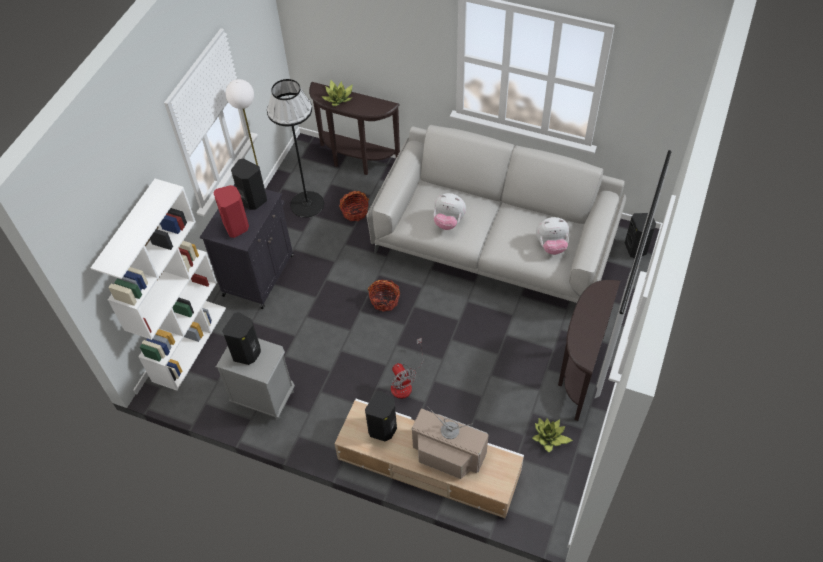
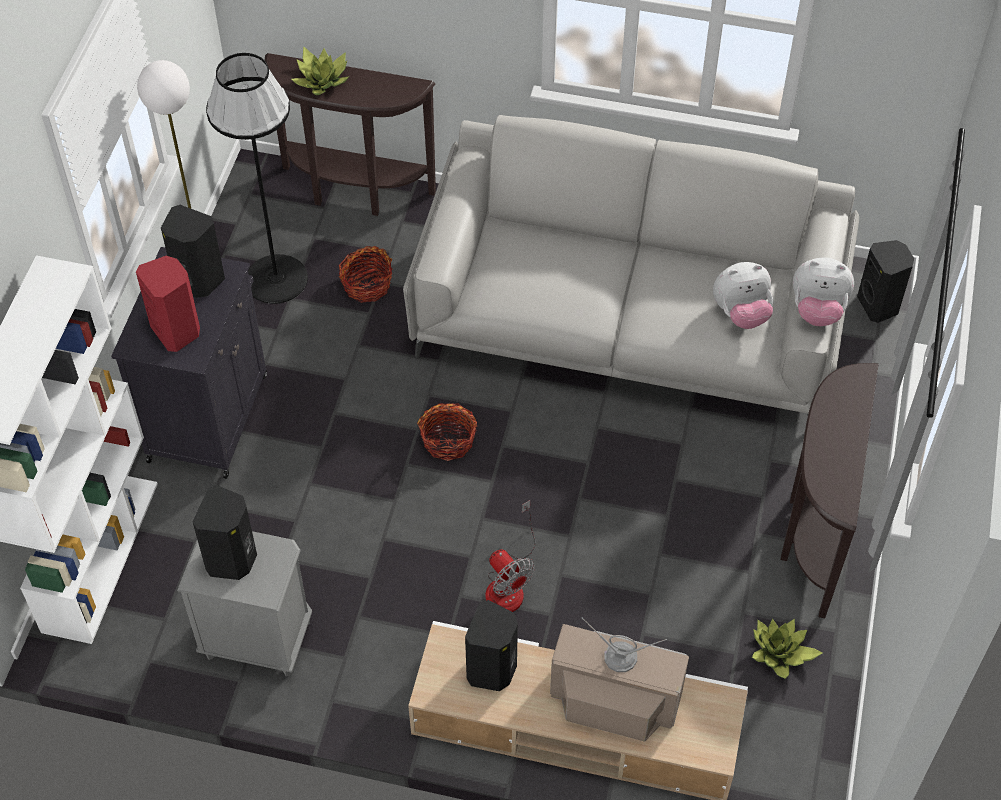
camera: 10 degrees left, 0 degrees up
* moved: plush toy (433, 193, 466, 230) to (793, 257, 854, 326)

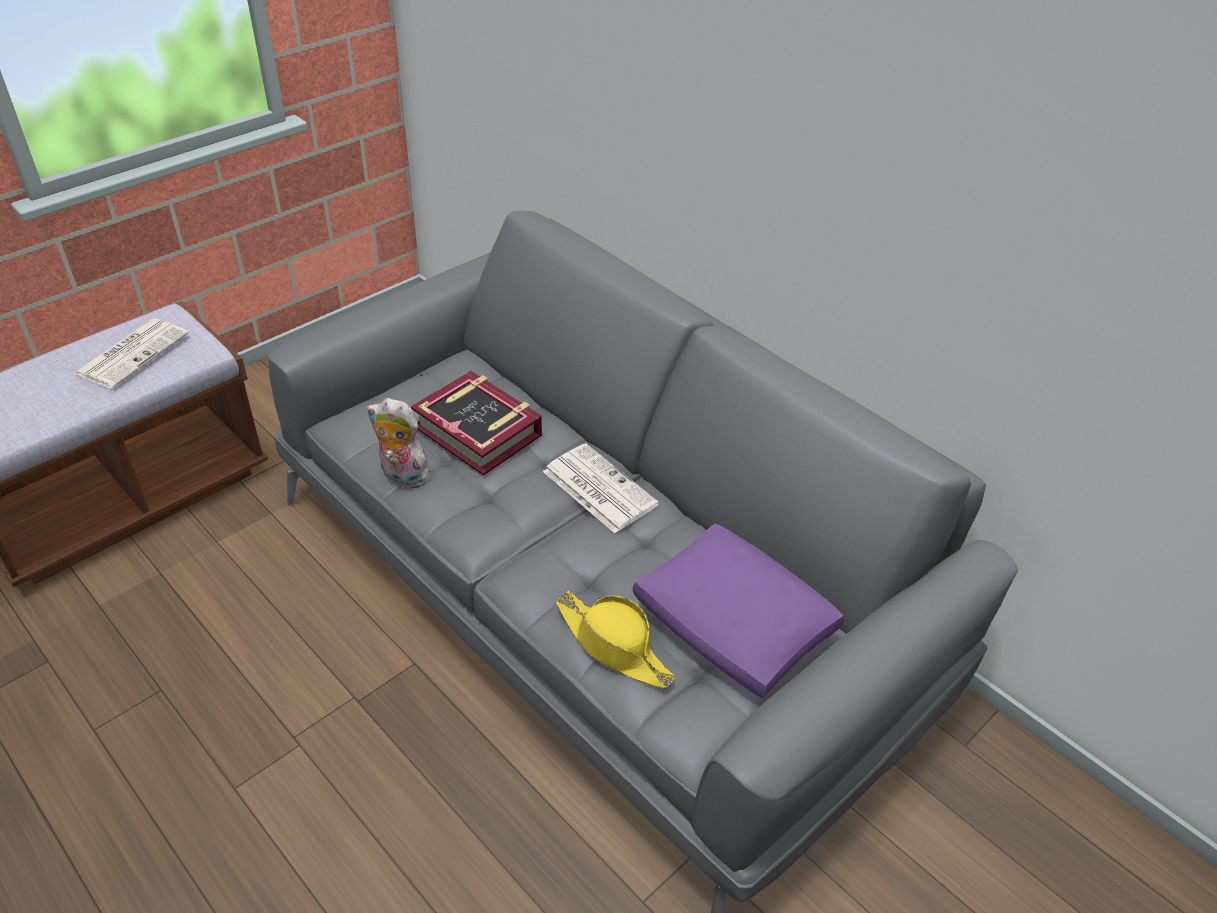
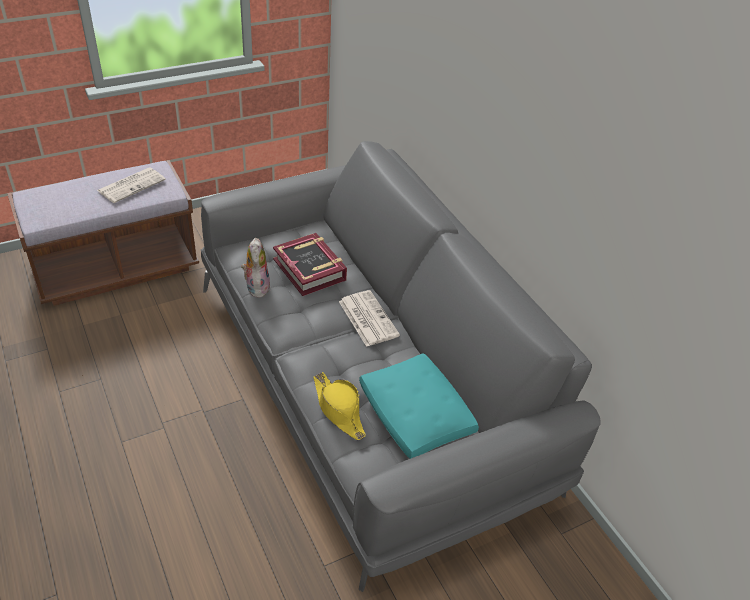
camera: 15 degrees right, 0 degrees up
* turned: plush toy (367, 398, 432, 488) = (241, 238, 270, 298) 45 degrees clockwise
* recoloured: pillow (purple) (633, 523, 845, 698) to pillow (turquoise) (359, 353, 479, 459)

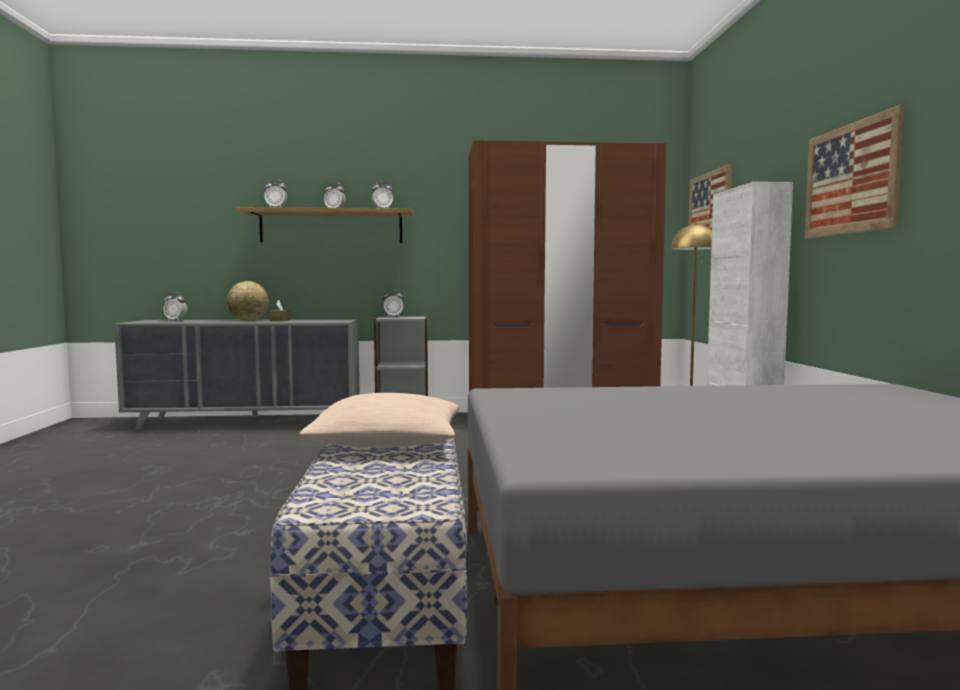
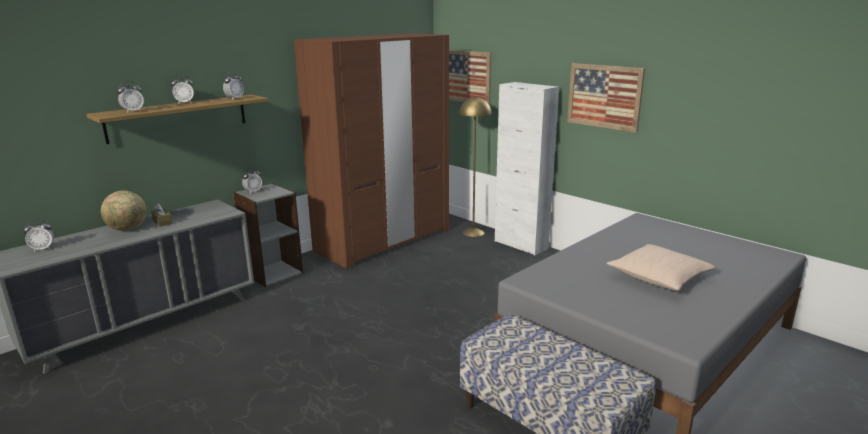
camera: 40 degrees left, 15 degrees up
* moved: pillow (beige) (300, 393, 459, 448) to (606, 244, 716, 291)

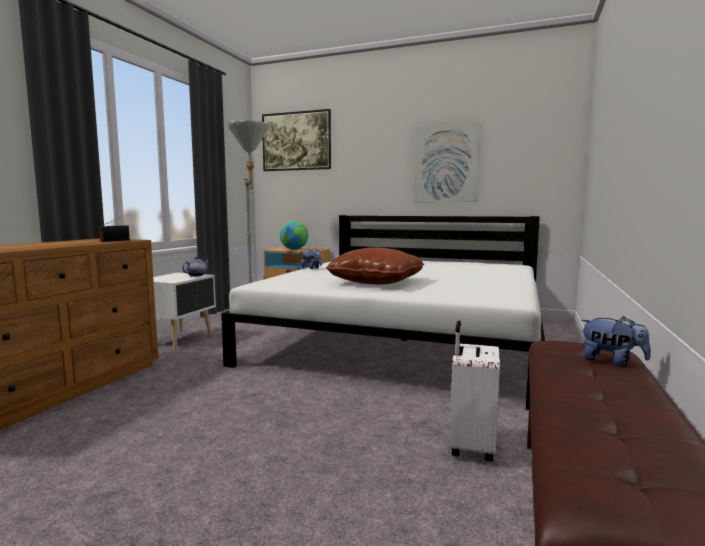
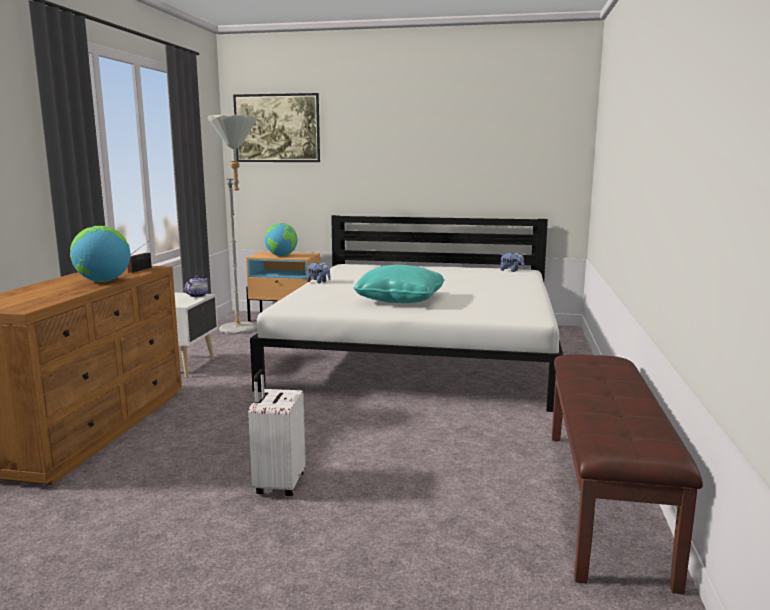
camera: 10 degrees left, 5 degrees up
* recoloured: pillow (brown) (326, 247, 424, 284) to pillow (turquoise) (353, 265, 445, 303)
* removed: picture (413, 123, 481, 202)
* moved: suitcase (white) (450, 321, 500, 461) to (248, 369, 306, 496)
* moved: plush toy (581, 316, 651, 366) to (500, 252, 524, 272)
* added: globe (70, 226, 130, 282)

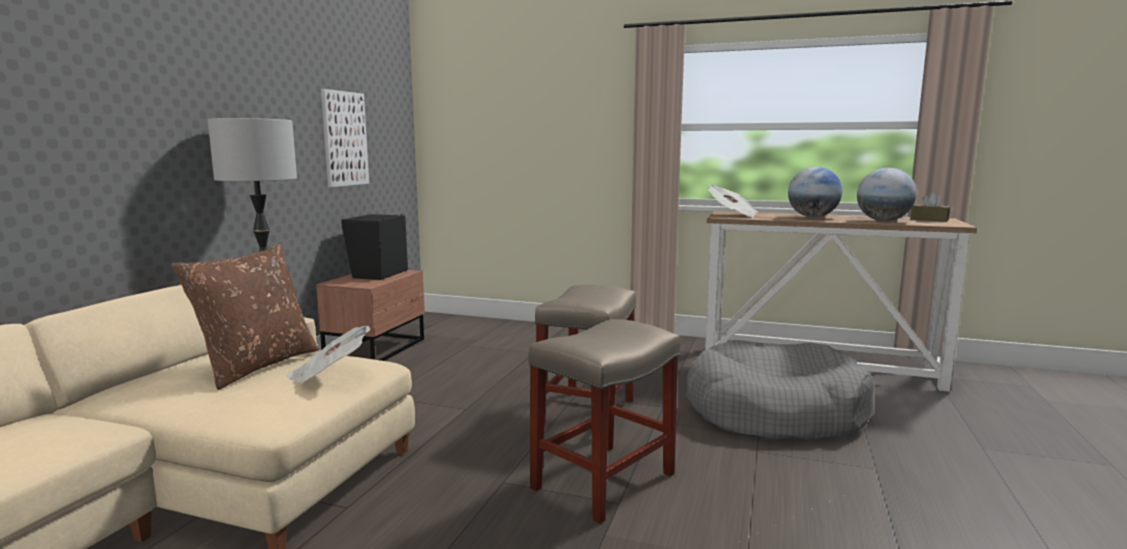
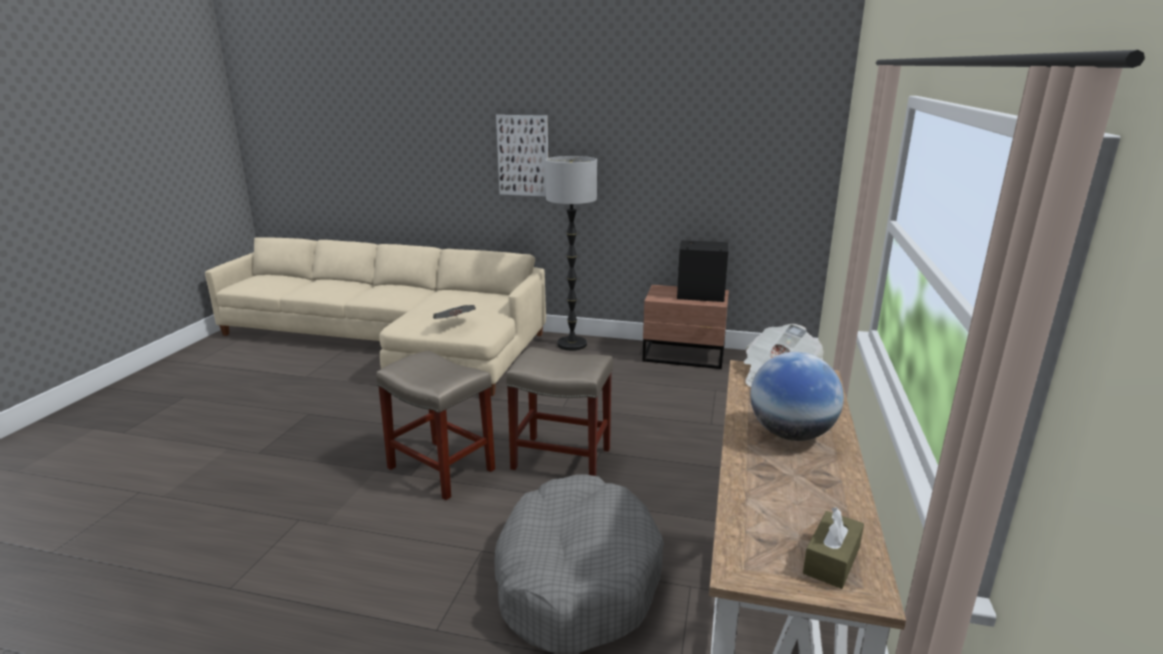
camera: 85 degrees right, 10 degrees up
* removed: pillow (brown) (172, 244, 319, 390)
* moved: picture (321, 89, 369, 187) to (496, 115, 548, 197)
* removed: globe (857, 168, 917, 221)

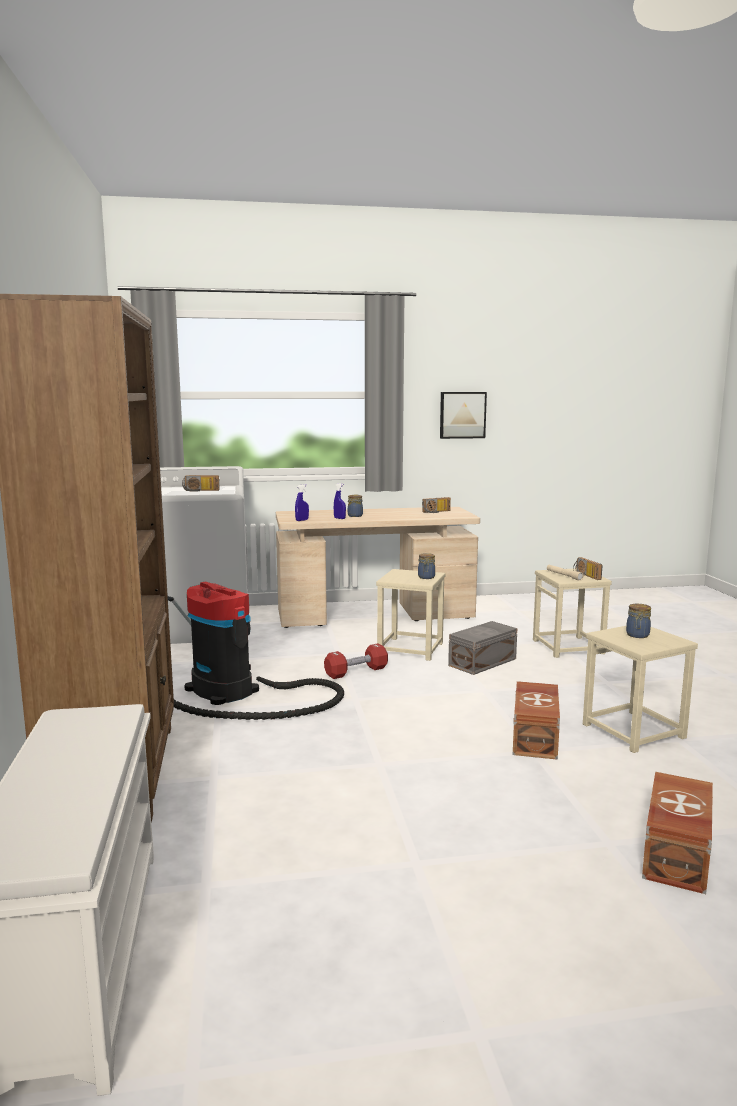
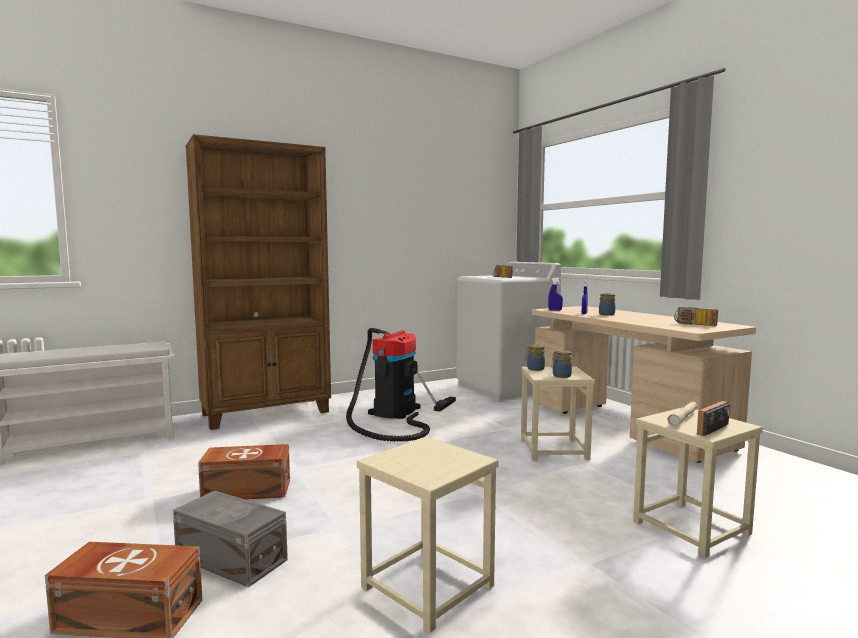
camera: 70 degrees right, 5 degrees down
* removed: dumbbell (red) (324, 643, 388, 679)
* removed: picture (440, 392, 487, 439)
* moved: storage box (grey) (448, 621, 517, 675) to (173, 491, 288, 587)
* moved: storage box (brown) (513, 681, 560, 760) to (198, 444, 290, 500)
* moved: jar (626, 604, 651, 638) to (525, 345, 545, 371)

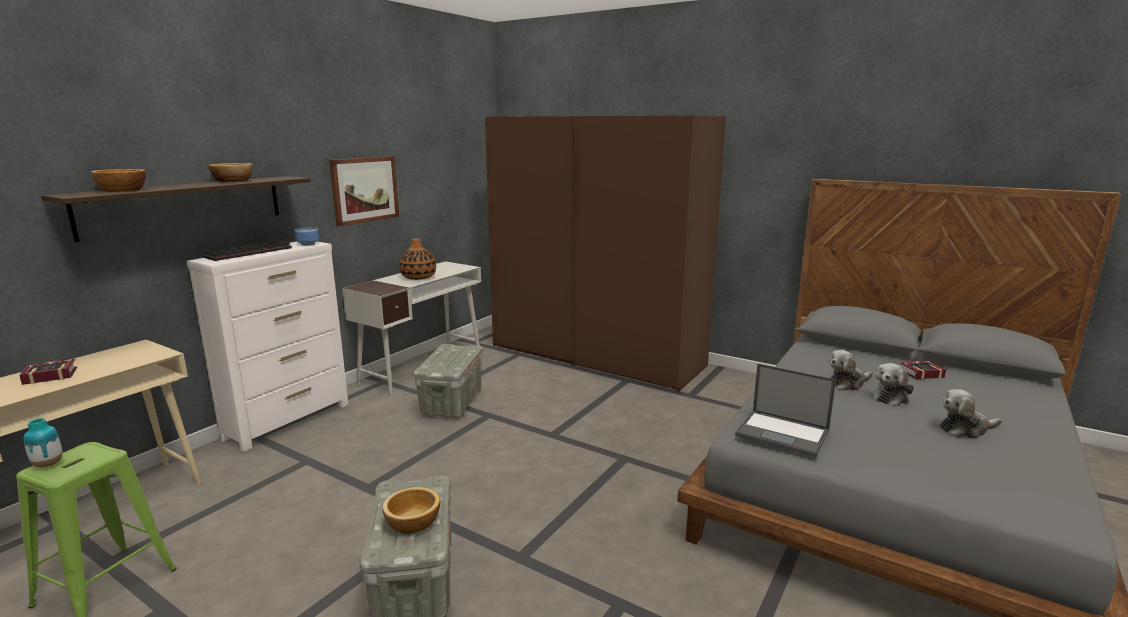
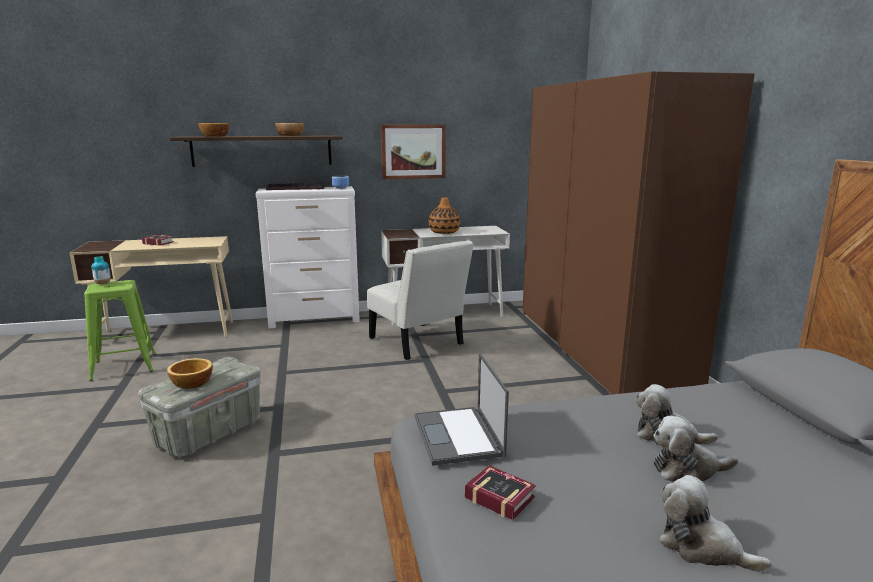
camera: 45 degrees right, 0 degrees up
* replaced: storage box (grey) (414, 344, 483, 419) to chair (white) (367, 240, 474, 360)
* moved: book (900, 361, 946, 380) to (465, 465, 536, 520)

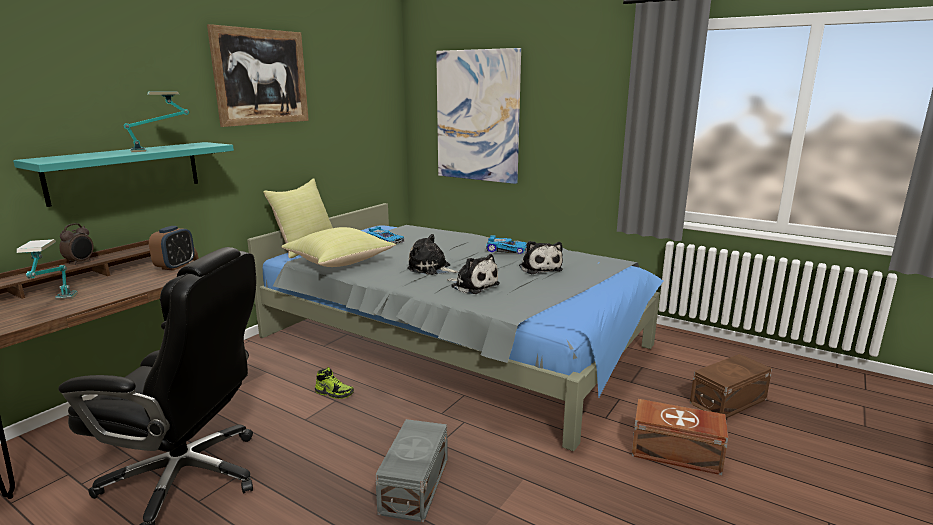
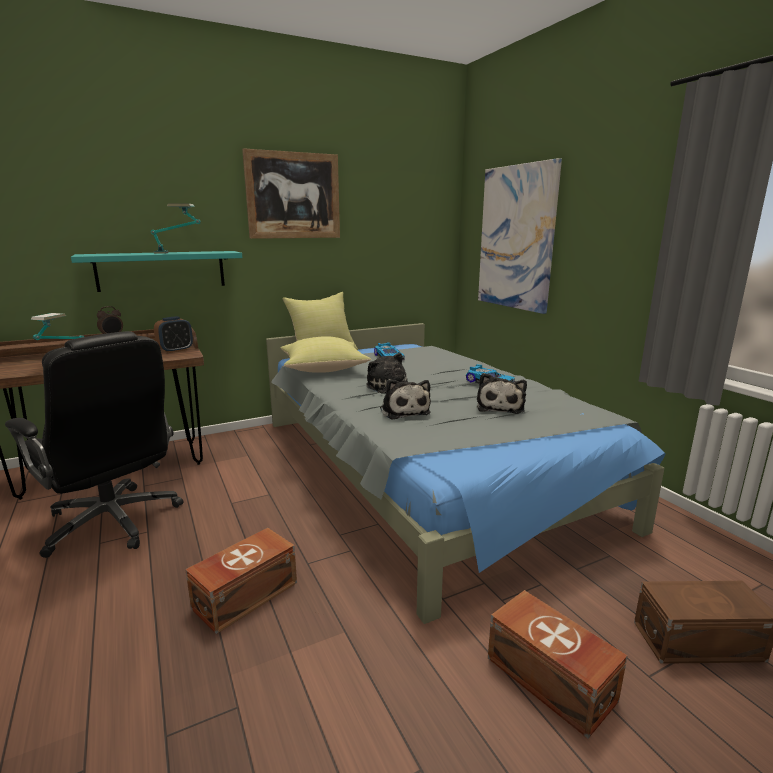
camera: 30 degrees right, 0 degrees up
* removed: shoe (315, 367, 354, 399)
* recoloured: storage box (grey) (375, 419, 448, 522) to storage box (brown) (185, 528, 297, 634)

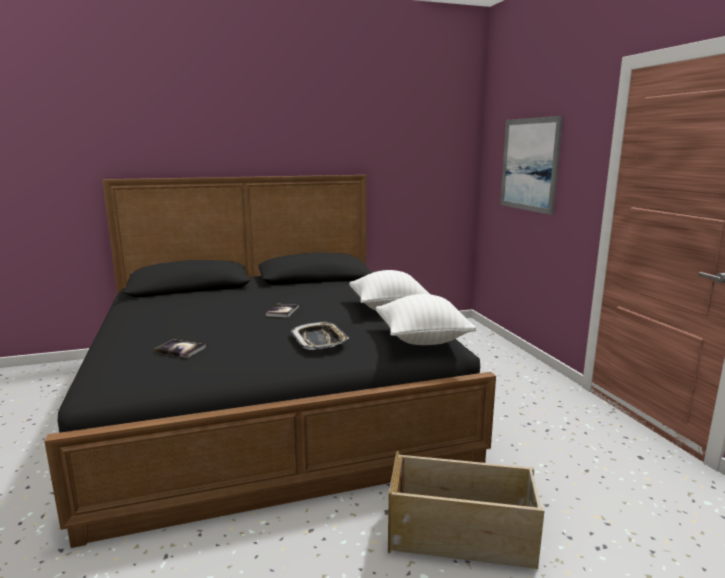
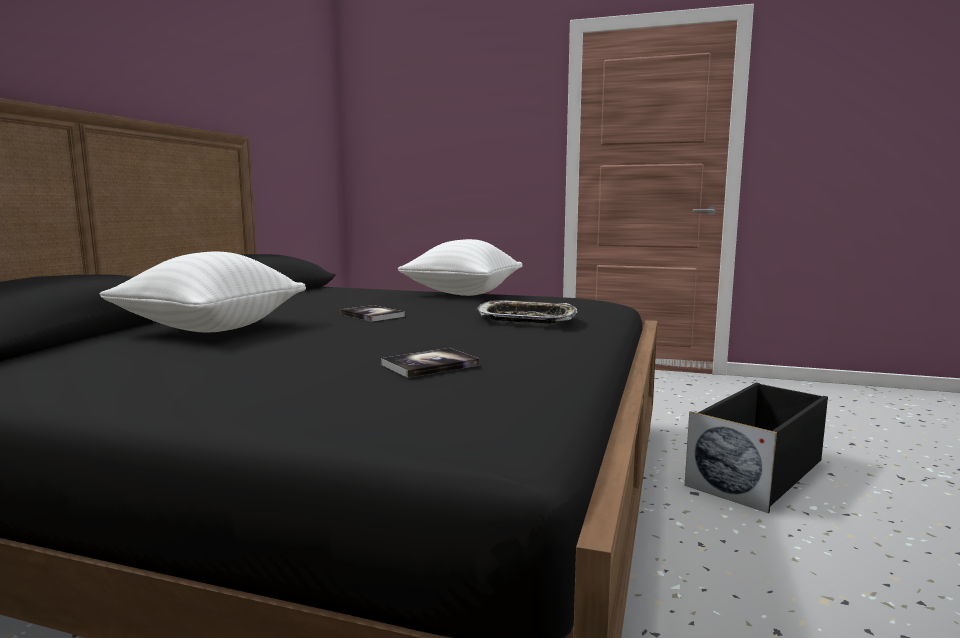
camera: 55 degrees left, 5 degrees down
* moved: pillow (white) (376, 294, 476, 345) to (100, 252, 306, 333)
* recoloured: storage box (beige) (388, 451, 544, 569) to storage box (black) (685, 383, 828, 513)
* removed: picture (500, 116, 563, 215)

